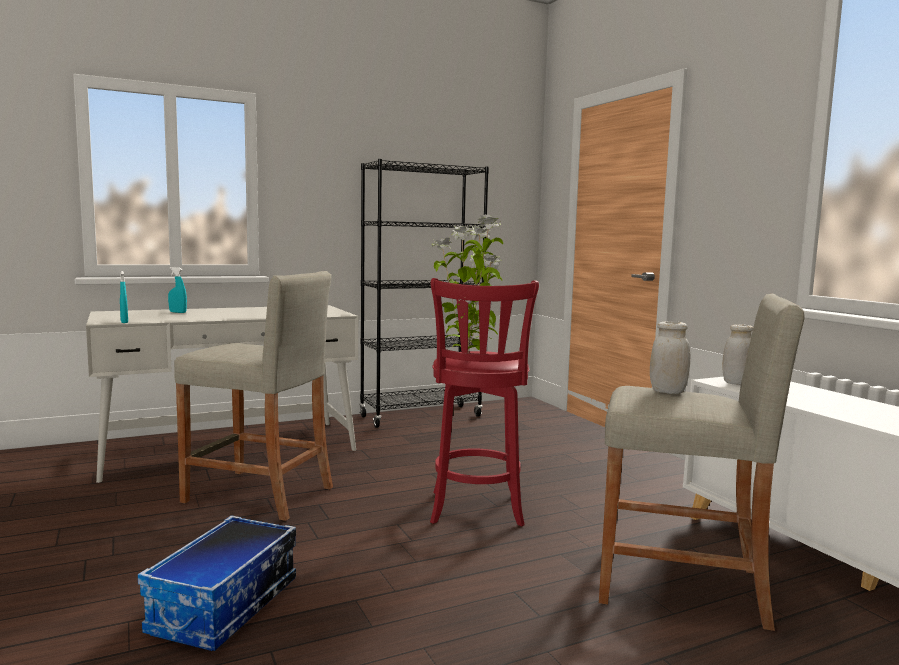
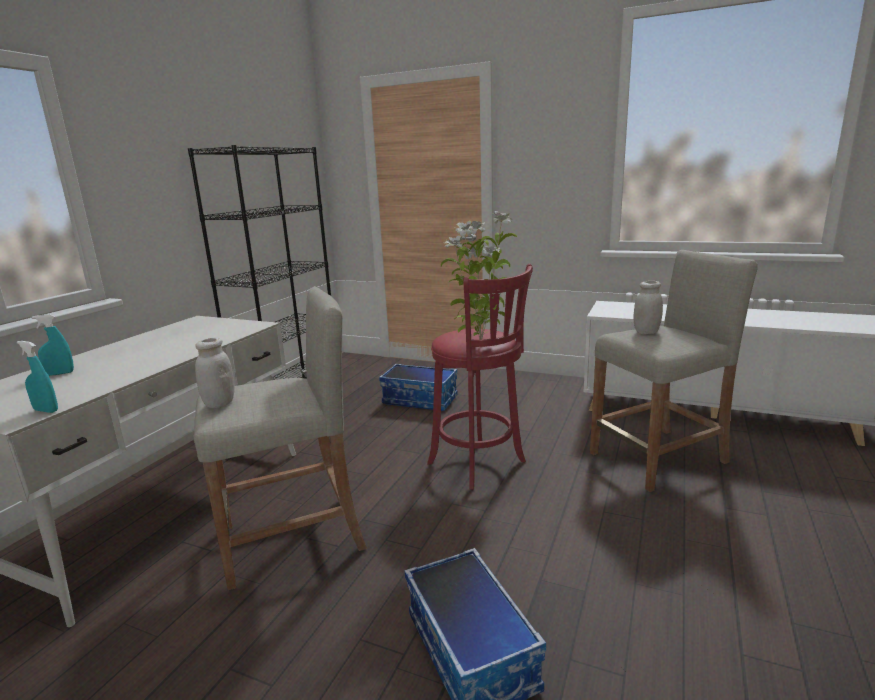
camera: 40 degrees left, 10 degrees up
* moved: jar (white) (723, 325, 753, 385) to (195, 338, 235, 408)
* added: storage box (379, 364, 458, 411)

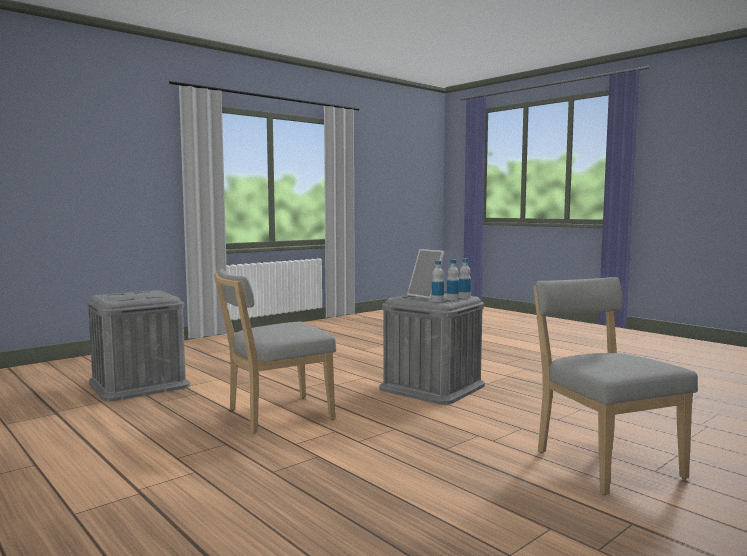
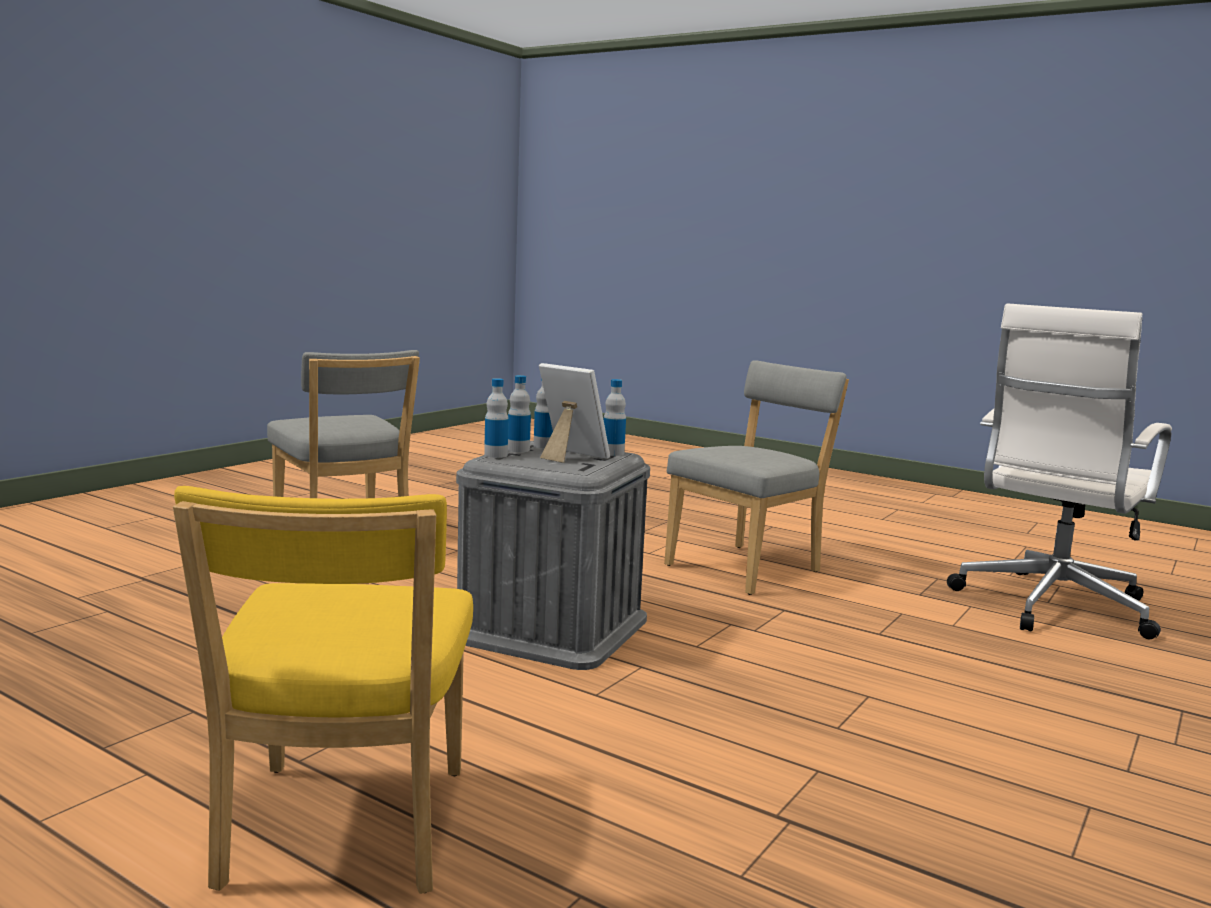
camera: 165 degrees right, 5 degrees up
* replaced: storage box (grey) (87, 290, 190, 401) to office chair (white) (947, 304, 1172, 639)
* added: chair (yellow) (173, 486, 473, 894)
* added: bottle (604, 379, 626, 456)

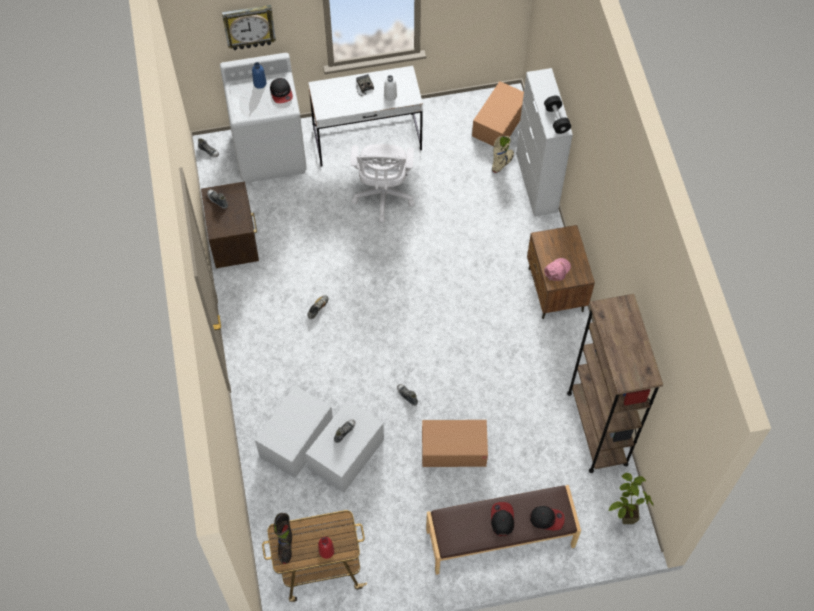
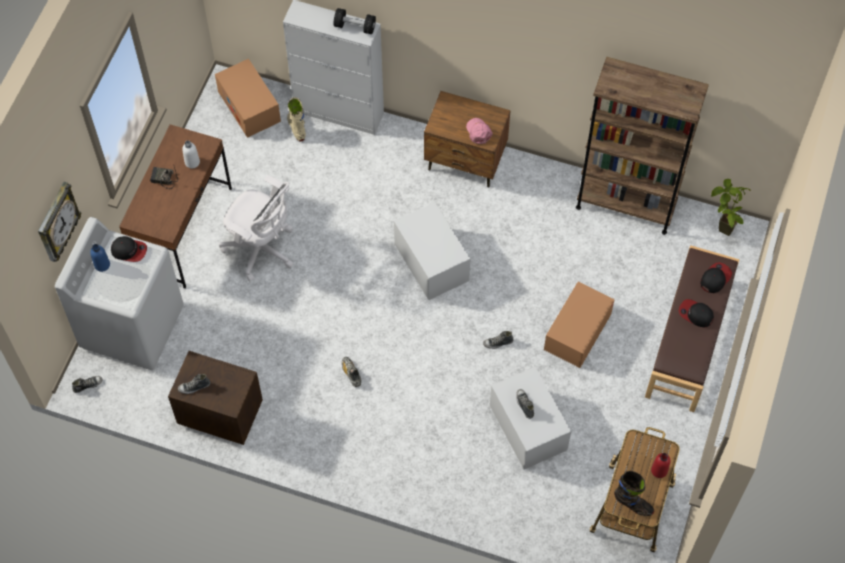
camera: 60 degrees left, 0 degrees up
* moved: storage box (white) (255, 386, 333, 478) to (394, 202, 470, 300)
* recoloured: desk (white) (308, 66, 423, 167) to desk (brown) (119, 124, 232, 288)

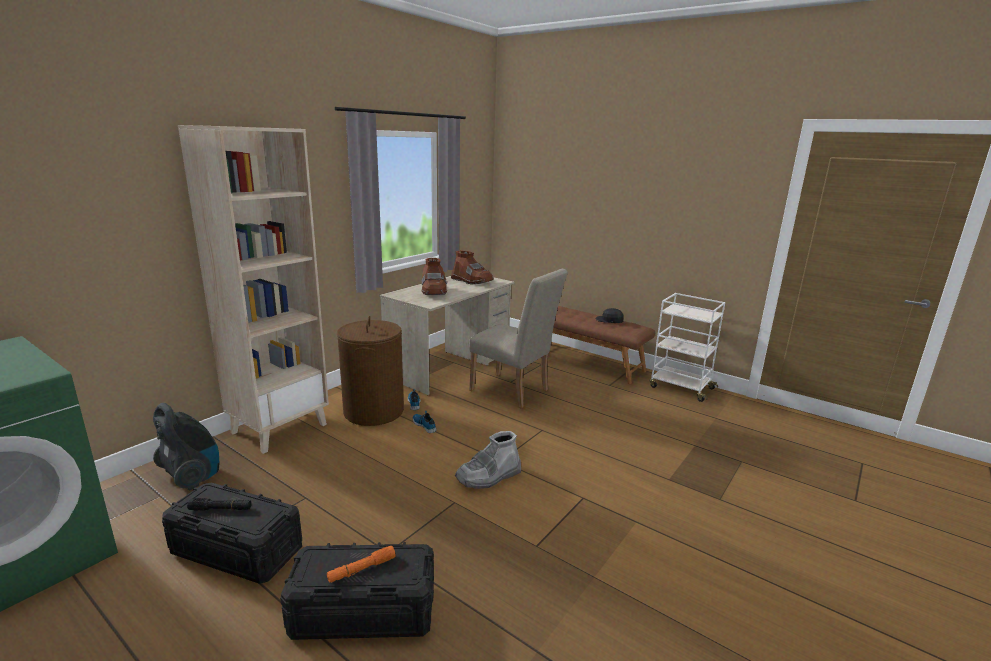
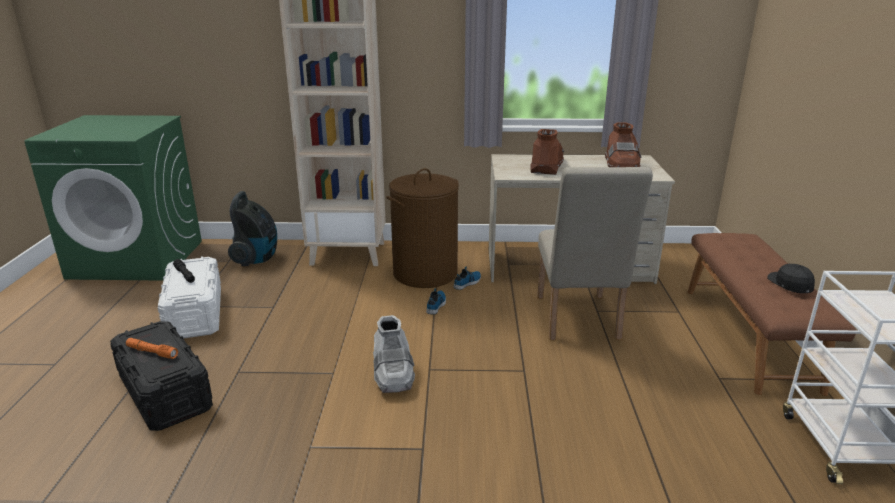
camera: 55 degrees right, 5 degrees up
* recoloured: storage box (black) (162, 483, 302, 584) to storage box (white) (158, 256, 221, 339)
* turned: boot (brown) (422, 258, 447, 295) = (530, 129, 564, 175) 150 degrees clockwise
* turned: boot (grey) (455, 431, 521, 489) = (373, 315, 415, 393) 120 degrees counterclockwise

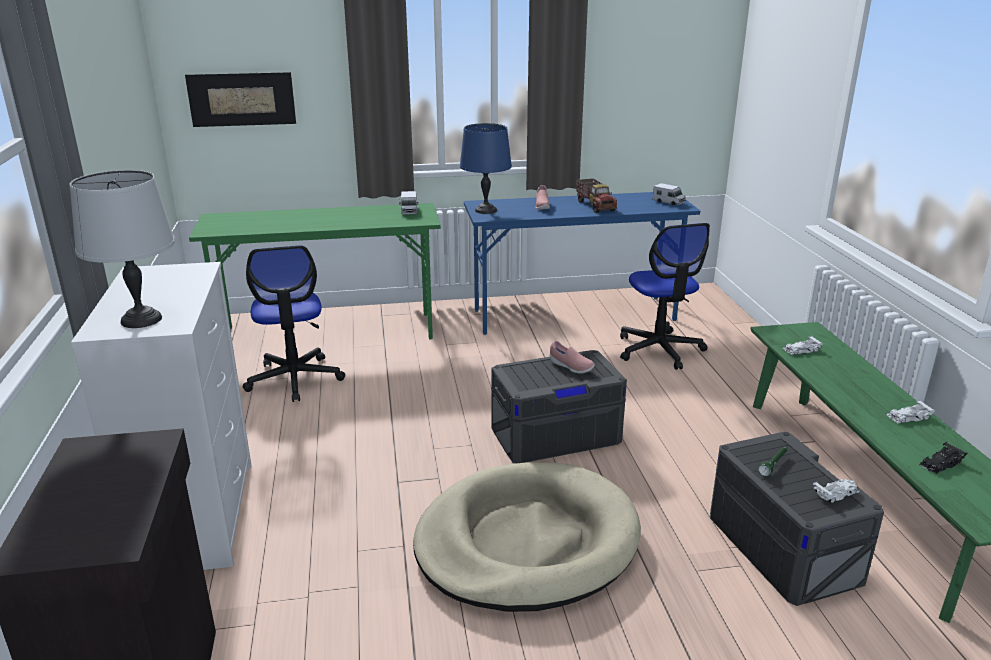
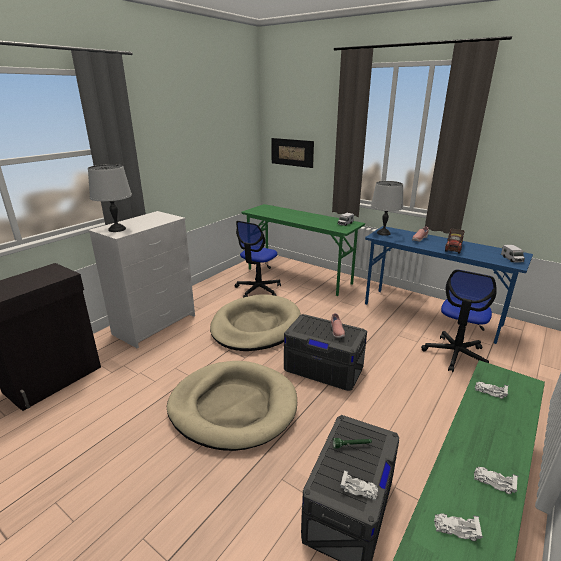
camera: 45 degrees right, 0 degrees up
* recoloured: table lamp (blue) (460, 123, 512, 214) to table lamp (grey) (371, 181, 403, 236)
* recoloured: toy car (black) (920, 442, 968, 474) to toy car (white) (434, 513, 483, 541)
* added: dog bed (beige) (210, 294, 301, 351)

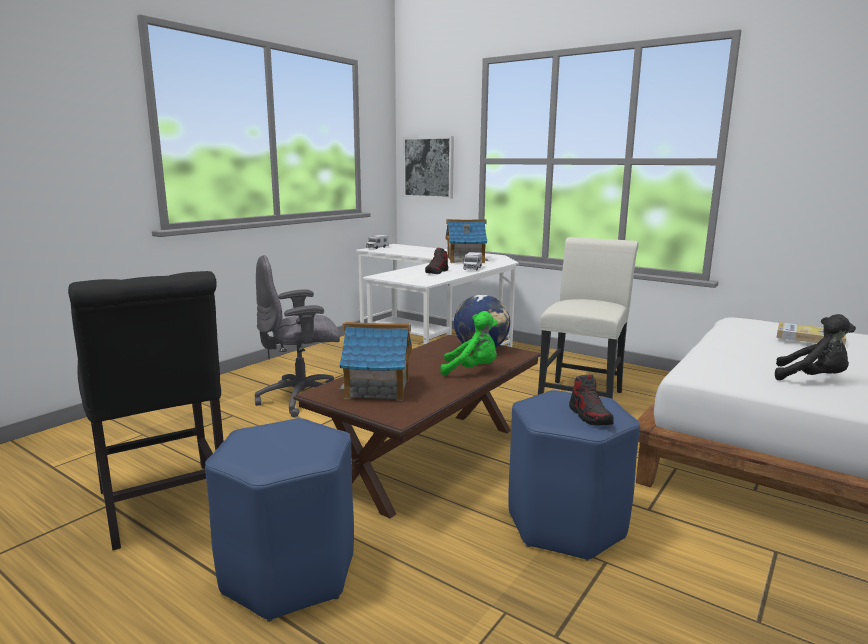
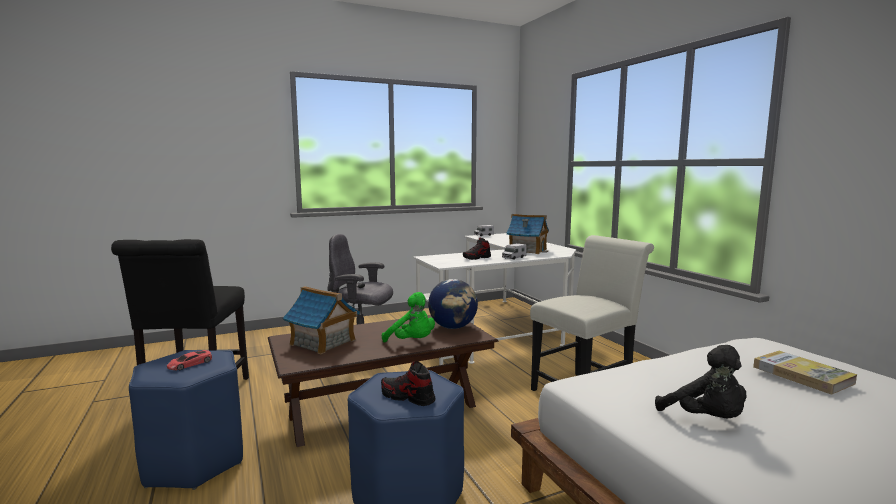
camera: 30 degrees right, 5 degrees down
* removed: picture (403, 136, 454, 199)
* turned: shoe (569, 374, 614, 426) = (381, 361, 435, 406) 105 degrees clockwise
* added: toy car (red) (167, 350, 212, 371)

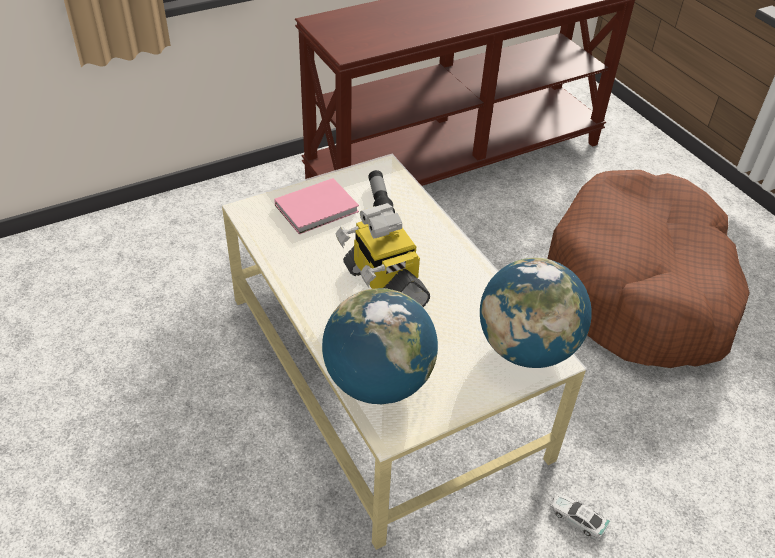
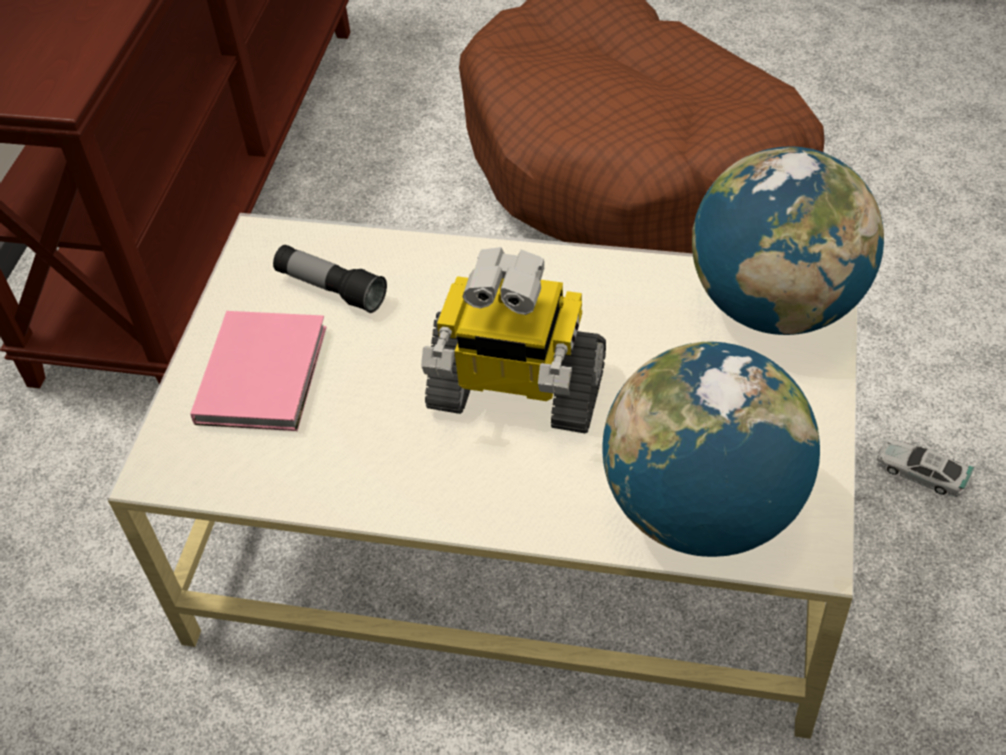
camera: 45 degrees left, 5 degrees up
* turned: toy car (550, 493, 610, 539) = (877, 439, 975, 497) 45 degrees clockwise

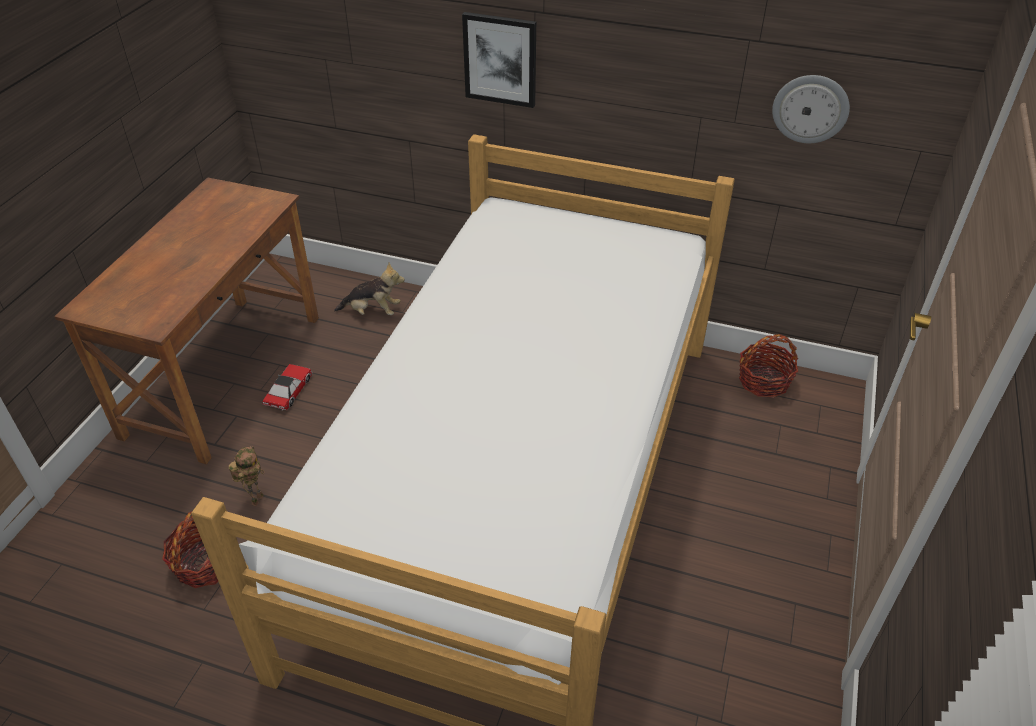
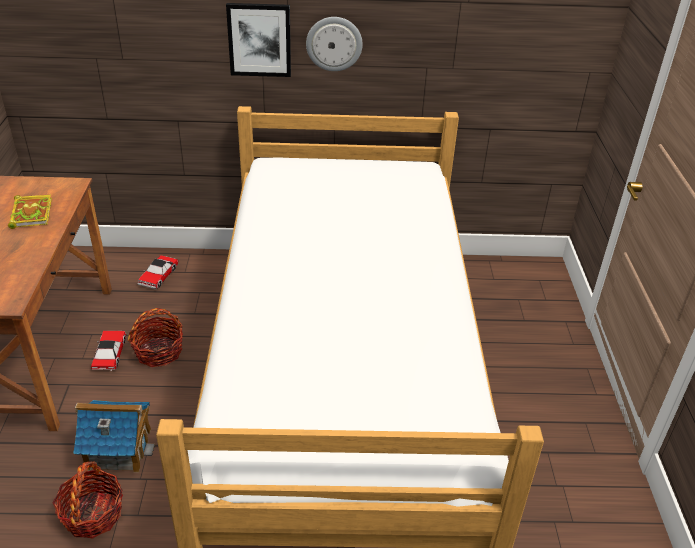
camera: 20 degrees left, 5 degrees down
* replaced: toy robot (229, 447, 265, 506) to toy house (73, 400, 155, 473)
* replaced: plush toy (334, 263, 405, 315) to toy car (138, 255, 179, 289)
* moved: basket (739, 334, 798, 398) to (128, 308, 183, 367)
* moved: wall clock (772, 75, 850, 143) to (306, 17, 363, 71)
* added: book (8, 195, 52, 229)

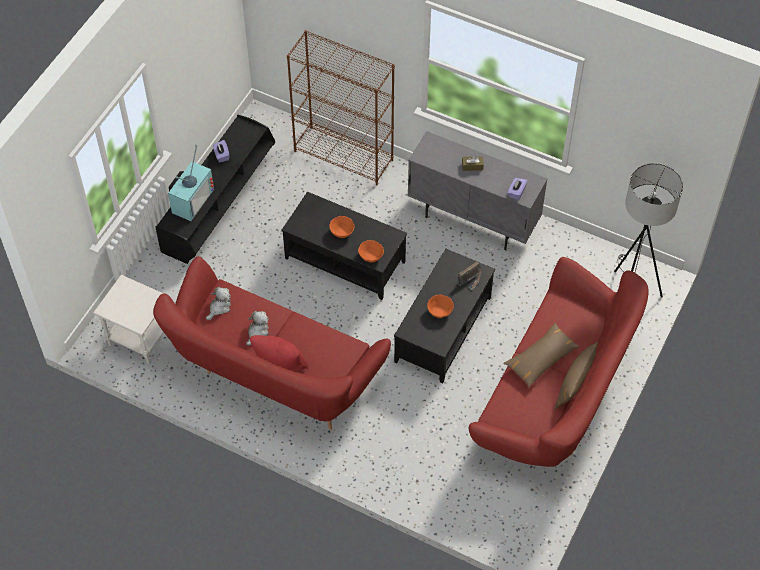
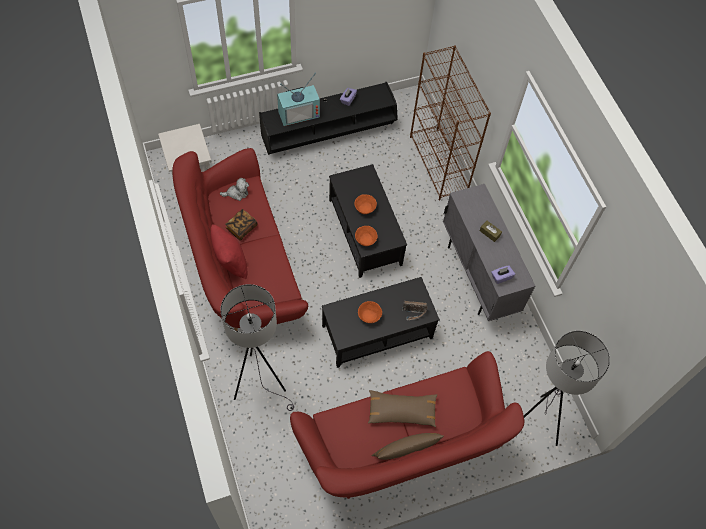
camera: 40 degrees right, 5 degrees up
* replaced: plush toy (246, 311, 269, 346) to book (225, 209, 257, 241)
* added: floor lamp (grey) (221, 284, 294, 411)

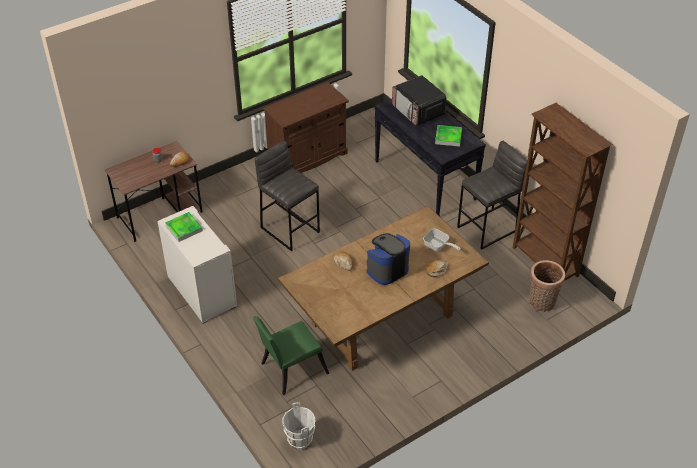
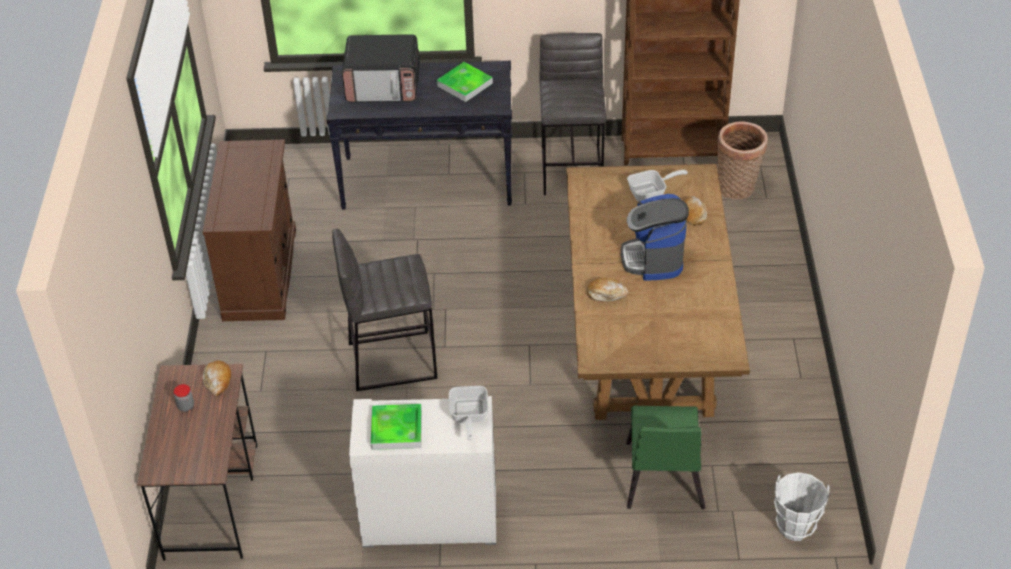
camera: 55 degrees left, 0 degrees up
* added: frying pan (449, 386, 488, 440)

